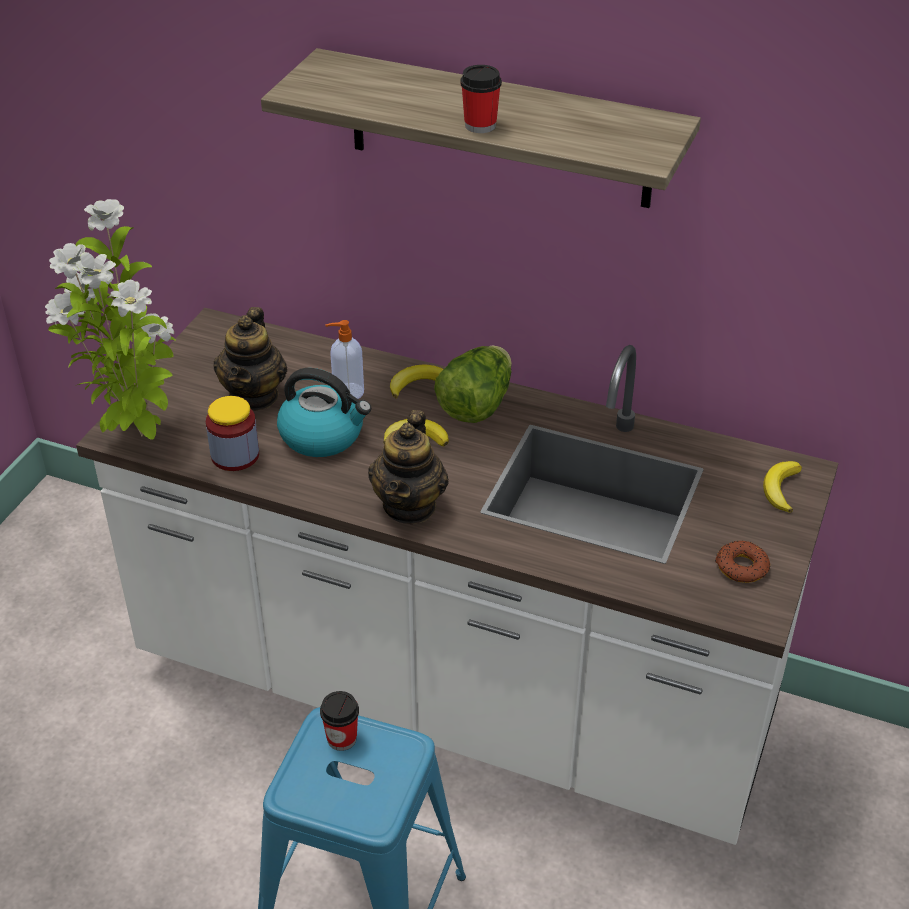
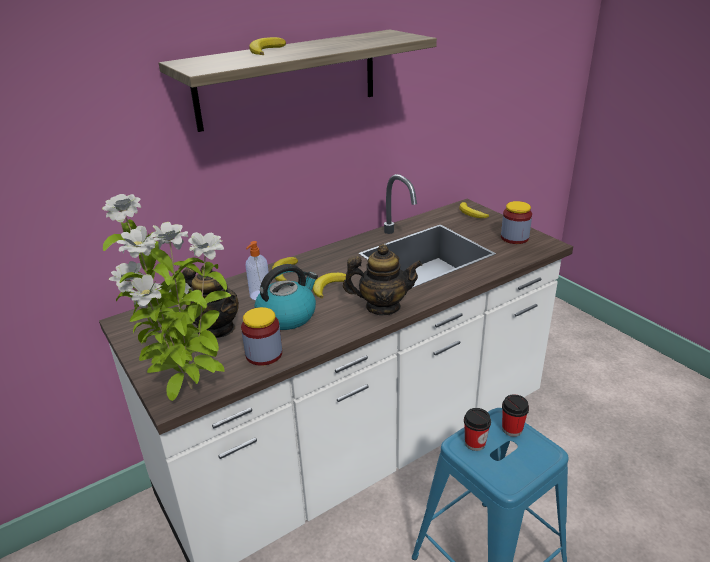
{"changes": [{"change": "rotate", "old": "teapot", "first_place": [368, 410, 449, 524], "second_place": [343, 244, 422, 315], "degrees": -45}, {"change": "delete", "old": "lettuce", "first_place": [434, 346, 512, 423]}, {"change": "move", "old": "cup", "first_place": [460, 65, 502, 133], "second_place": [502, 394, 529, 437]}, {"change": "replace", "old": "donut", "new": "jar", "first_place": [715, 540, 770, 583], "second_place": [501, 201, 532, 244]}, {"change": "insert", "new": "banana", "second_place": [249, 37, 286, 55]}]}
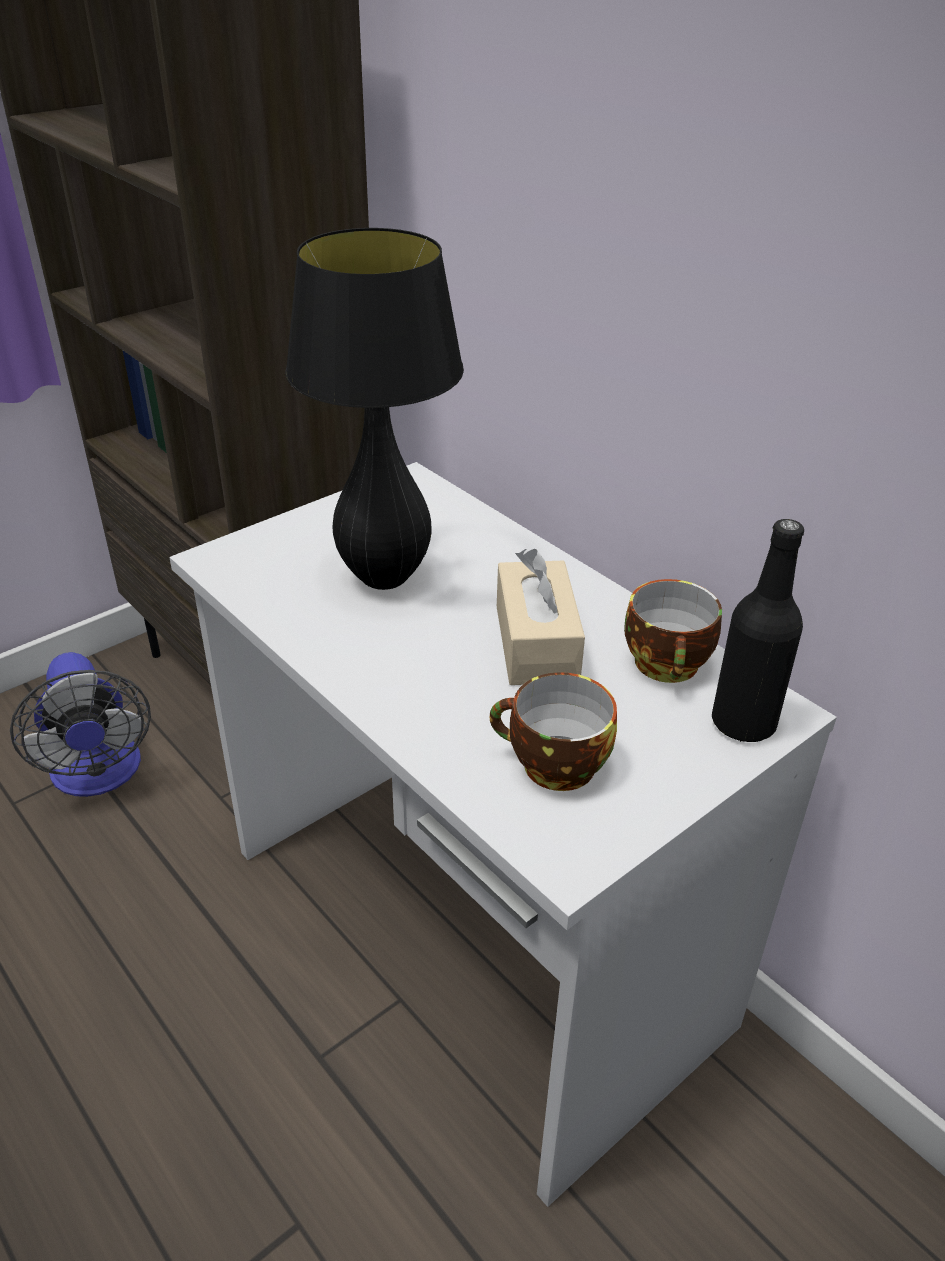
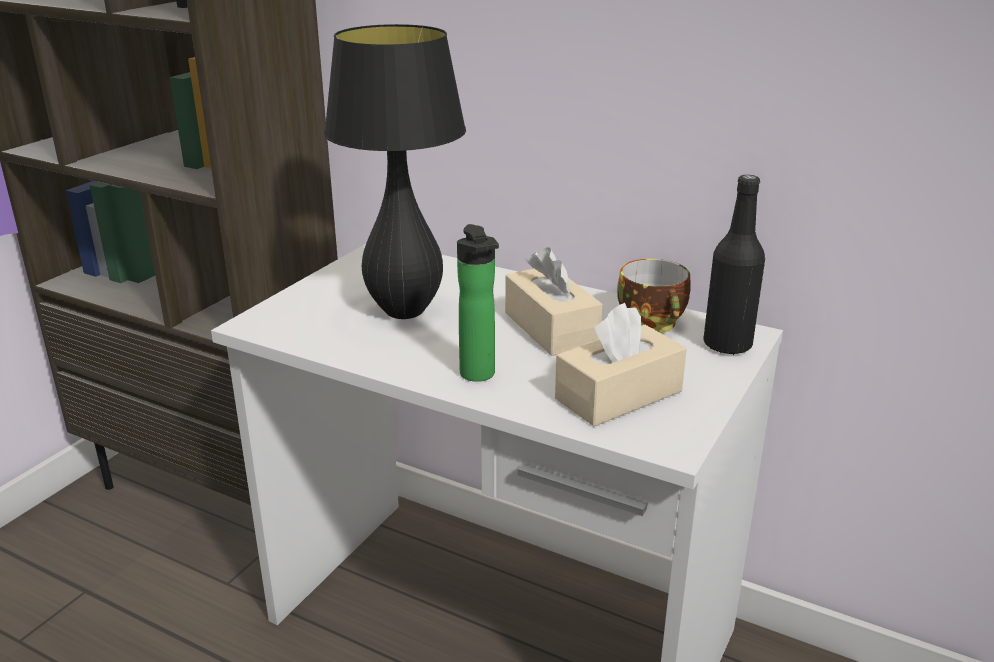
{"changes": [{"change": "delete", "old": "fan", "first_place": [10, 652, 151, 797]}, {"change": "replace", "old": "cup", "new": "tissue box (beige)", "first_place": [490, 672, 617, 791], "second_place": [555, 303, 687, 426]}, {"change": "insert", "new": "bottle", "second_place": [457, 224, 499, 382]}]}
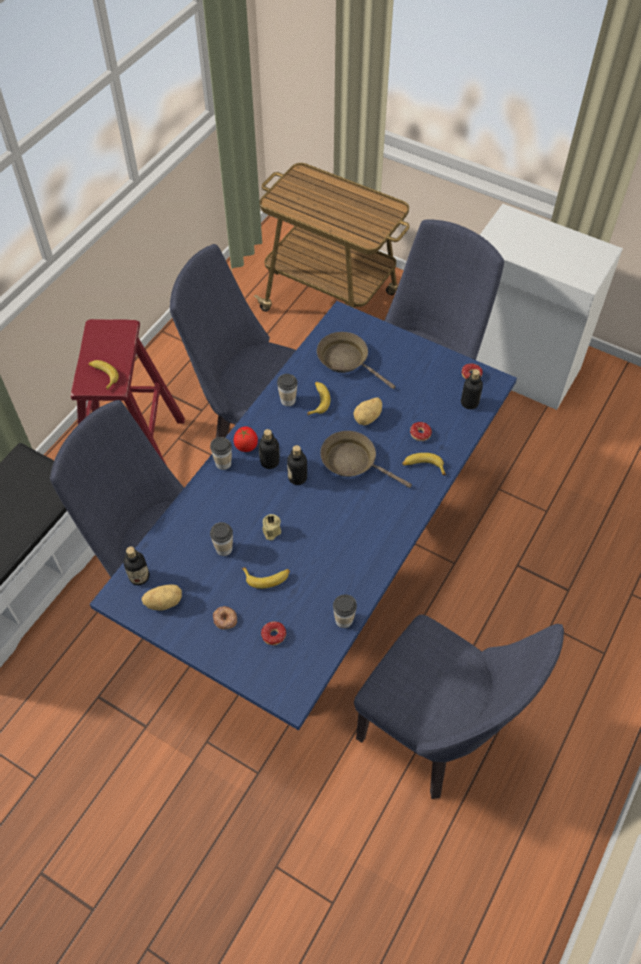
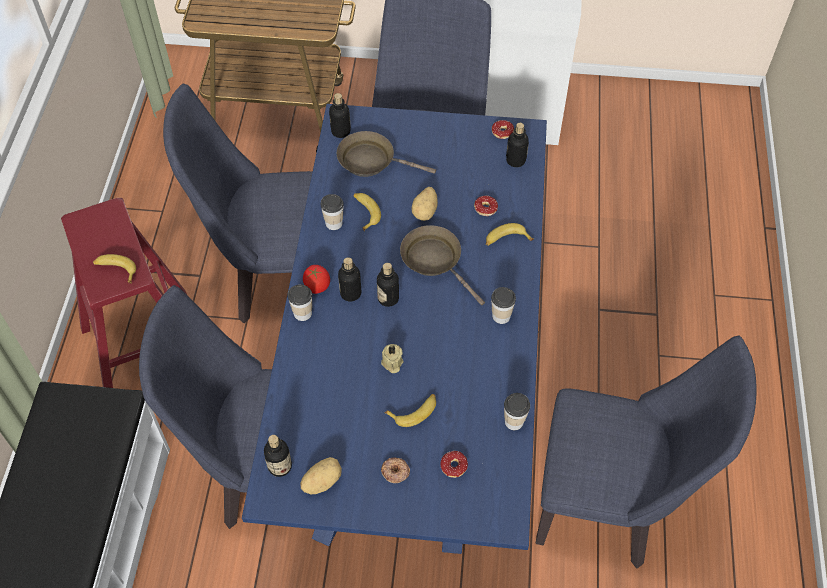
{"changes": [{"change": "move", "old": "cup", "first_place": [210, 522, 233, 556], "second_place": [491, 287, 516, 324]}, {"change": "rotate", "old": "frying pan (brown)", "first_place": [320, 431, 412, 488], "second_place": [400, 225, 485, 305], "degrees": 45}, {"change": "insert", "new": "bottle", "second_place": [329, 93, 351, 138]}]}
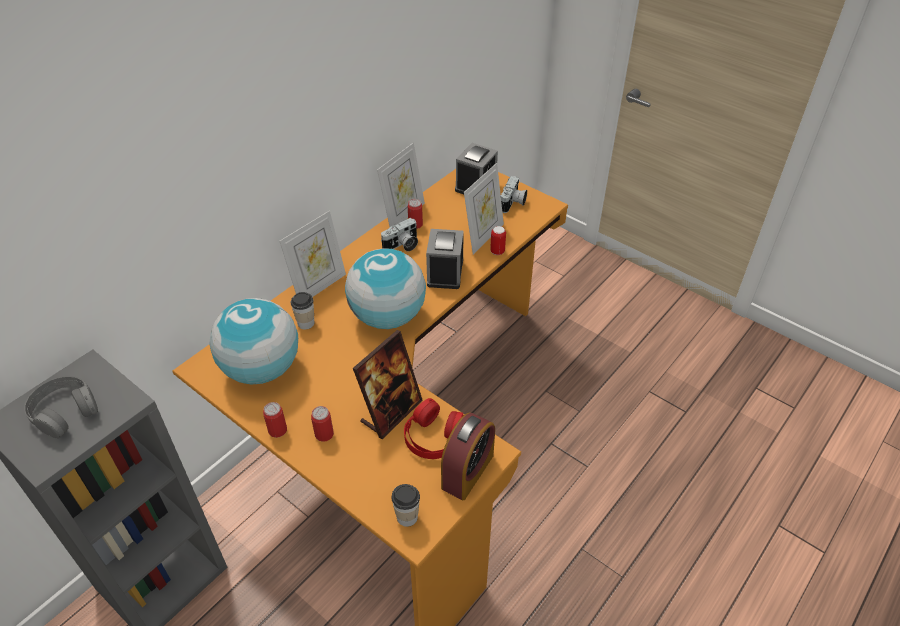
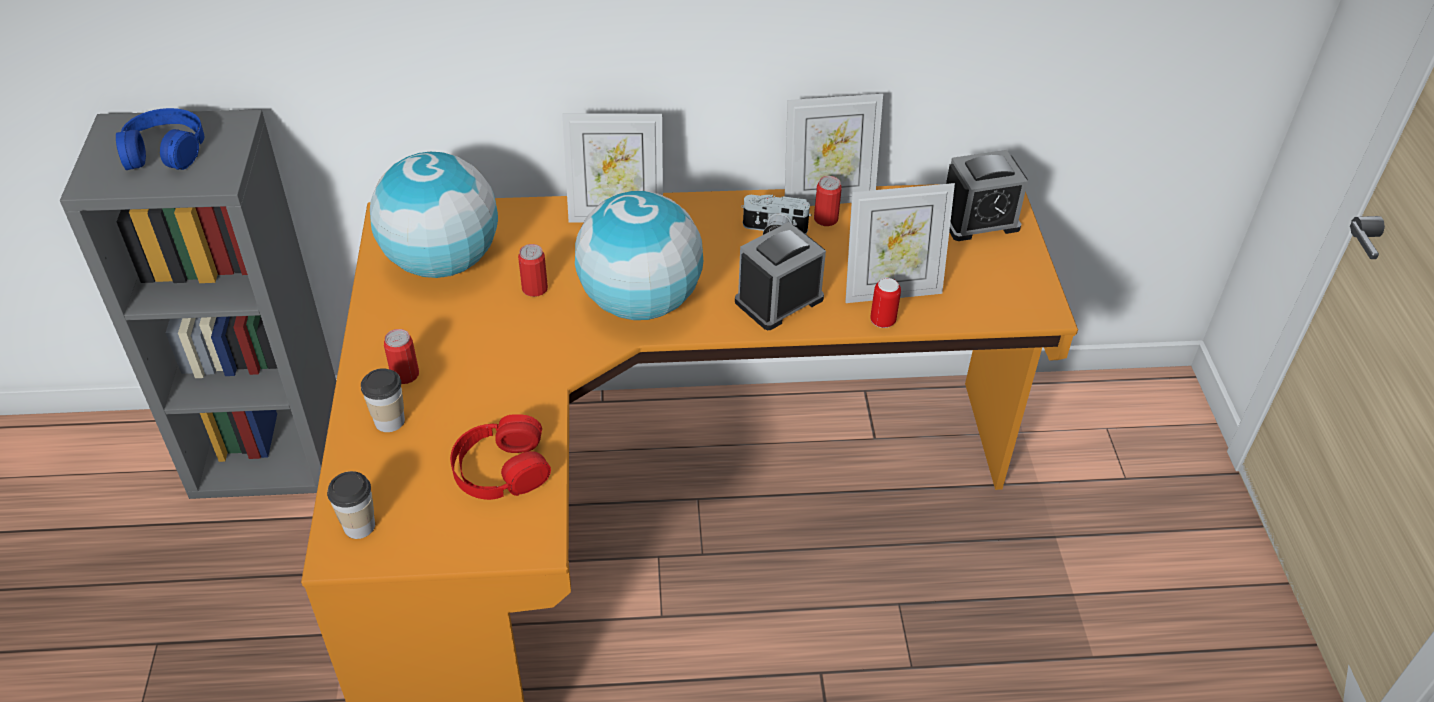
{"changes": [{"change": "recolor", "old": "headphones (grey)", "new": "headphones (blue)", "first_place": [24, 376, 98, 439], "second_place": [116, 108, 204, 170]}, {"change": "move", "old": "can", "first_place": [263, 402, 287, 438], "second_place": [518, 244, 548, 297]}, {"change": "move", "old": "cup", "first_place": [291, 292, 315, 329], "second_place": [361, 368, 405, 432]}, {"change": "delete", "old": "picture frame", "first_place": [353, 330, 423, 439]}, {"change": "delete", "old": "alarm clock", "first_place": [441, 412, 495, 500]}, {"change": "delete", "old": "photo camera", "first_place": [501, 176, 527, 213]}]}
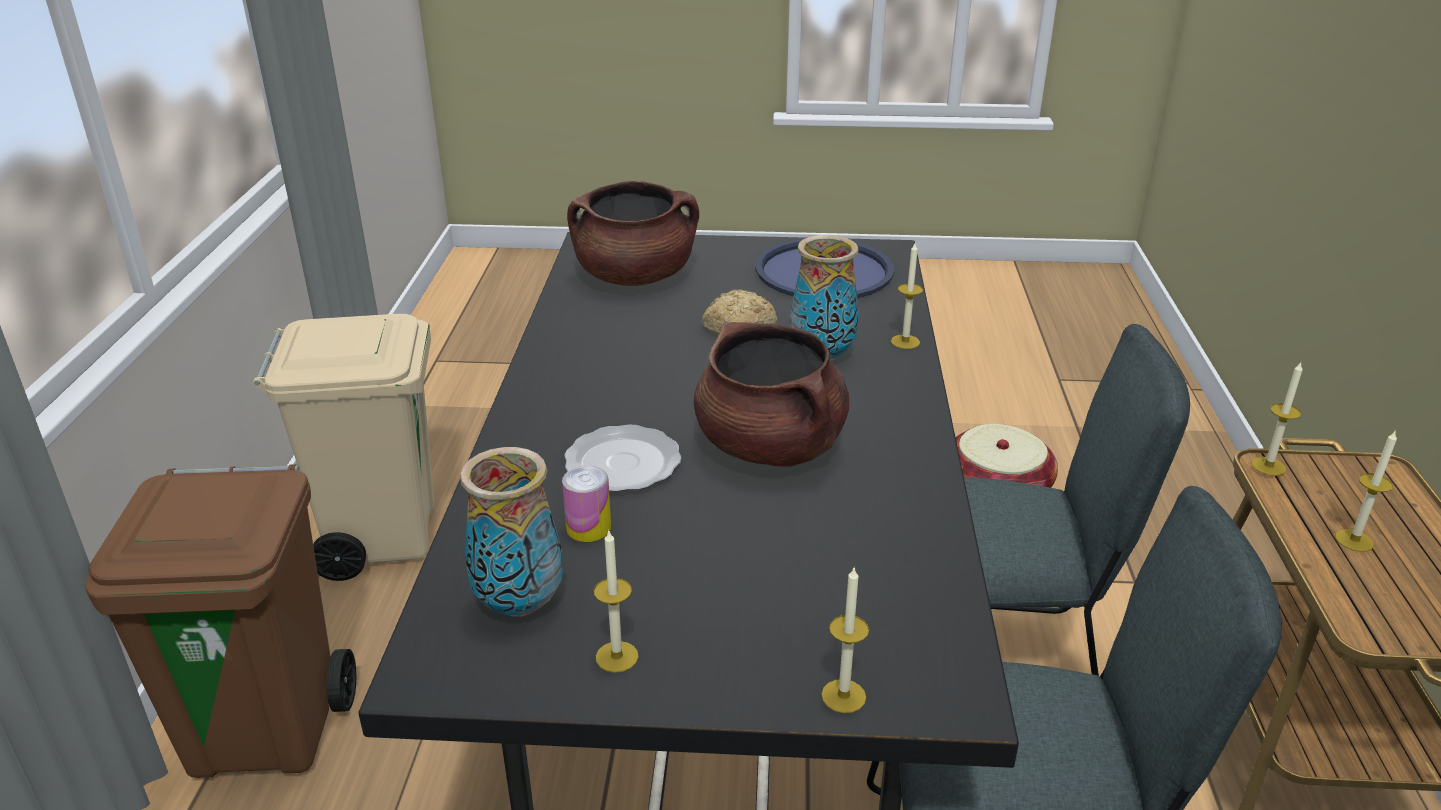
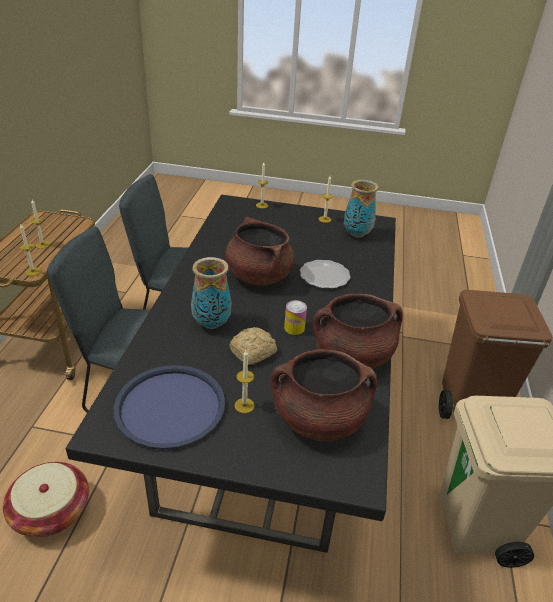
{"changes": [{"change": "move", "old": "can", "first_place": [562, 466, 611, 542], "second_place": [284, 300, 307, 335]}, {"change": "move", "old": "candle", "first_place": [891, 243, 923, 349], "second_place": [235, 350, 255, 413]}, {"change": "insert", "new": "cooking pot (brown)", "second_place": [313, 294, 403, 369]}]}
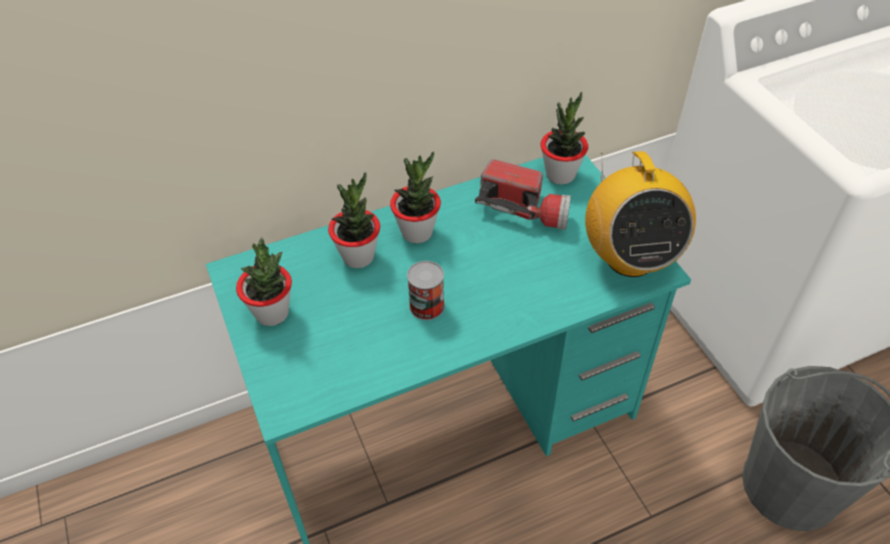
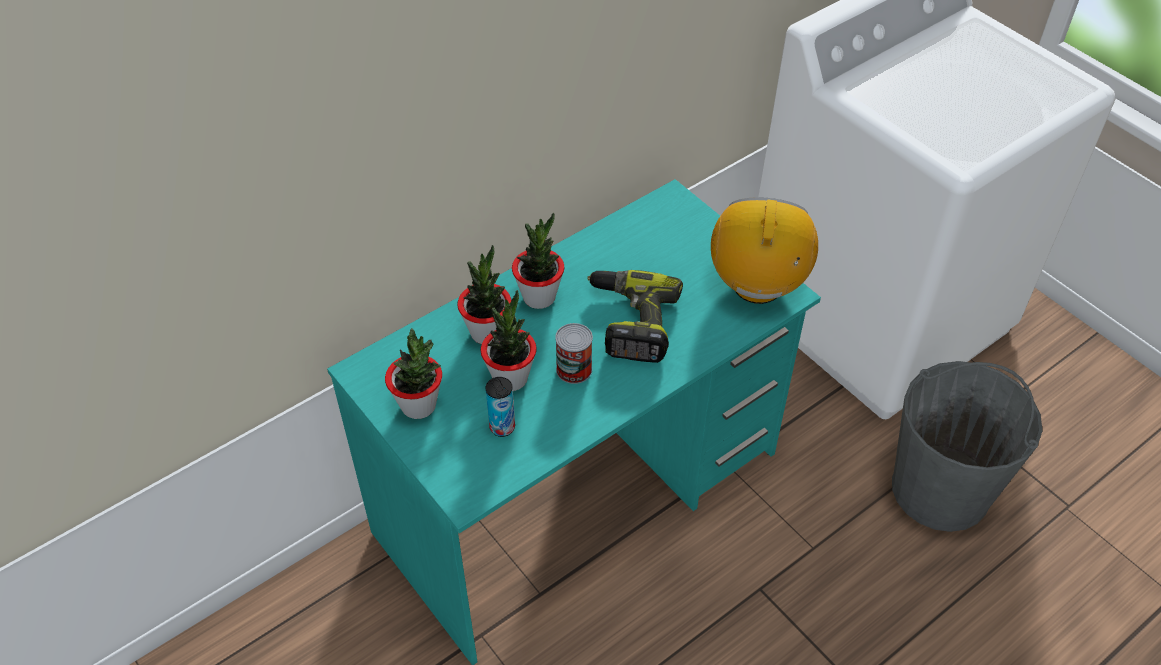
{"changes": [{"change": "delete", "old": "flashlight", "first_place": [475, 159, 571, 230]}, {"change": "move", "old": "potted plant", "first_place": [541, 92, 588, 185], "second_place": [481, 290, 537, 391]}, {"change": "rotate", "old": "radio", "first_place": [585, 151, 696, 277], "second_place": [711, 197, 818, 304], "degrees": -150}, {"change": "insert", "new": "can", "second_place": [486, 377, 515, 437]}, {"change": "insert", "new": "power drill", "second_place": [588, 270, 683, 363]}]}
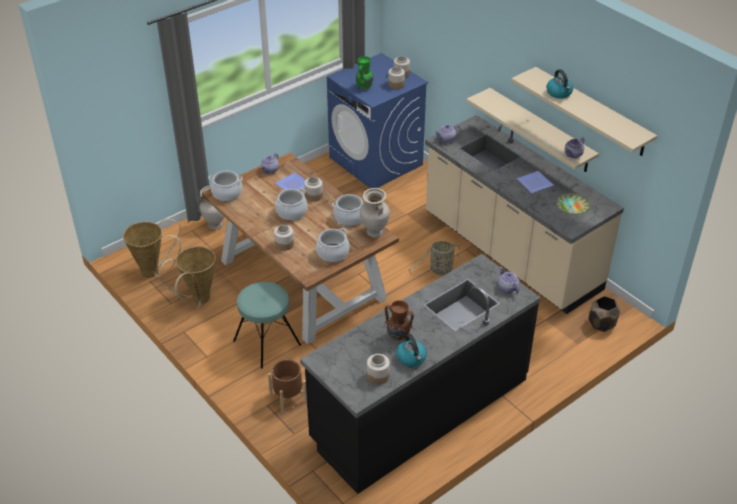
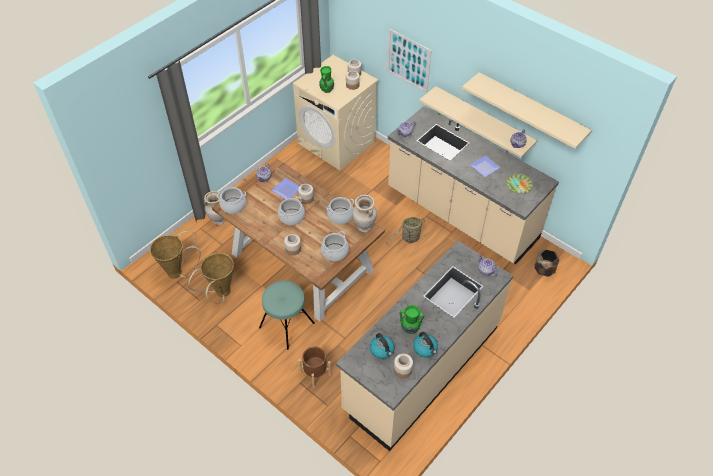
{"changes": [{"change": "recolor", "old": "counter (black)", "new": "counter (beige)", "first_place": [300, 254, 541, 494], "second_place": [336, 241, 513, 451]}, {"change": "recolor", "old": "washing machine (blue)", "new": "washing machine (beige)", "first_place": [327, 53, 428, 188], "second_place": [293, 55, 378, 171]}, {"change": "recolor", "old": "vase (brown)", "new": "vase (green)", "first_place": [385, 300, 414, 341], "second_place": [399, 305, 425, 334]}, {"change": "move", "old": "kettle", "first_place": [546, 69, 573, 99], "second_place": [370, 333, 395, 359]}, {"change": "insert", "new": "picture", "second_place": [387, 29, 432, 93]}]}
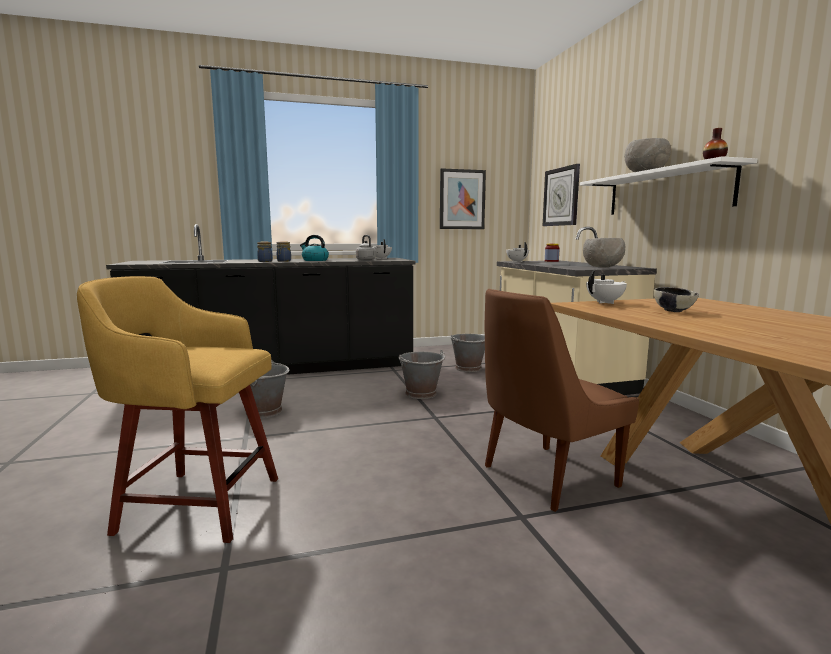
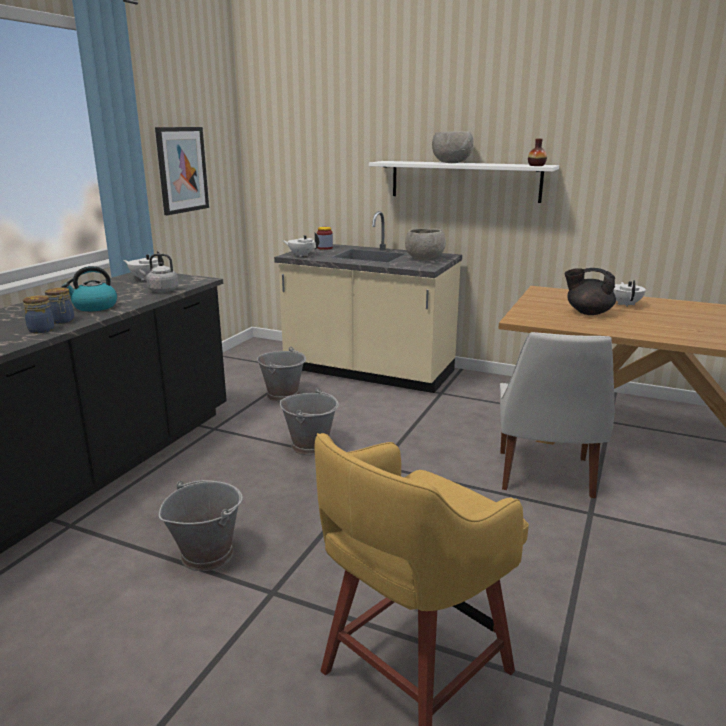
{"changes": [{"change": "recolor", "old": "chair (brown)", "new": "chair (white)", "first_place": [485, 289, 639, 512], "second_place": [500, 332, 615, 498]}, {"change": "delete", "old": "wall clock", "first_place": [543, 164, 580, 226]}, {"change": "move", "old": "teapot (white)", "first_place": [586, 270, 627, 304], "second_place": [613, 280, 646, 307]}, {"change": "replace", "old": "bowl", "new": "teapot (black)", "first_place": [654, 287, 699, 312], "second_place": [565, 268, 616, 315]}]}
